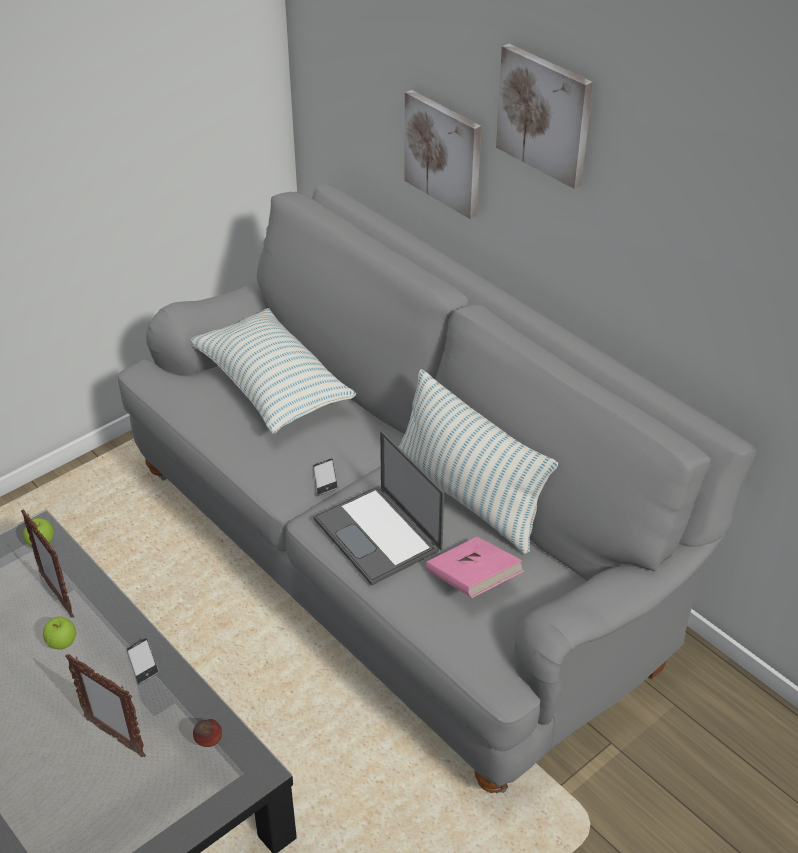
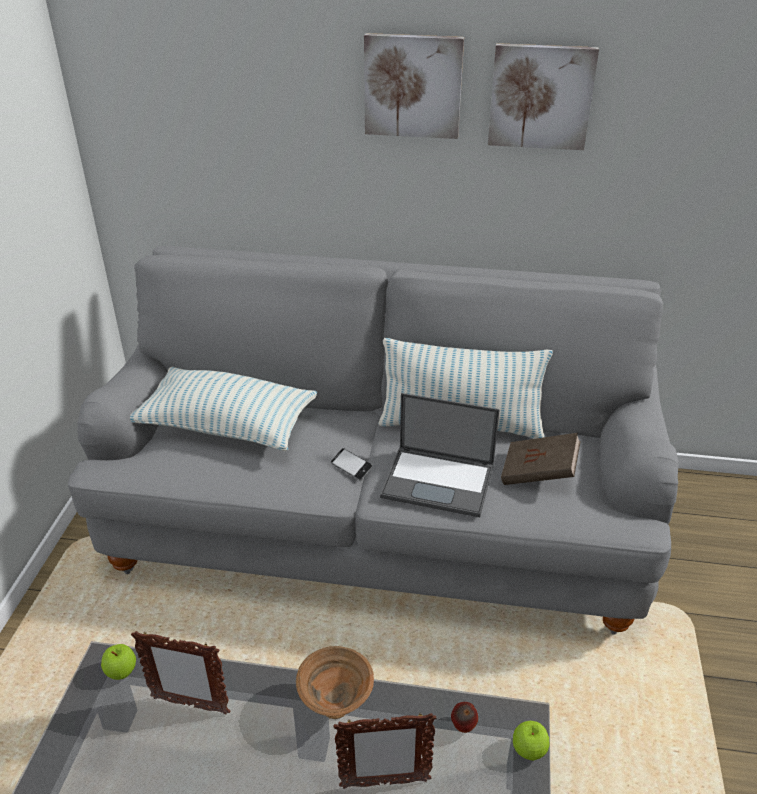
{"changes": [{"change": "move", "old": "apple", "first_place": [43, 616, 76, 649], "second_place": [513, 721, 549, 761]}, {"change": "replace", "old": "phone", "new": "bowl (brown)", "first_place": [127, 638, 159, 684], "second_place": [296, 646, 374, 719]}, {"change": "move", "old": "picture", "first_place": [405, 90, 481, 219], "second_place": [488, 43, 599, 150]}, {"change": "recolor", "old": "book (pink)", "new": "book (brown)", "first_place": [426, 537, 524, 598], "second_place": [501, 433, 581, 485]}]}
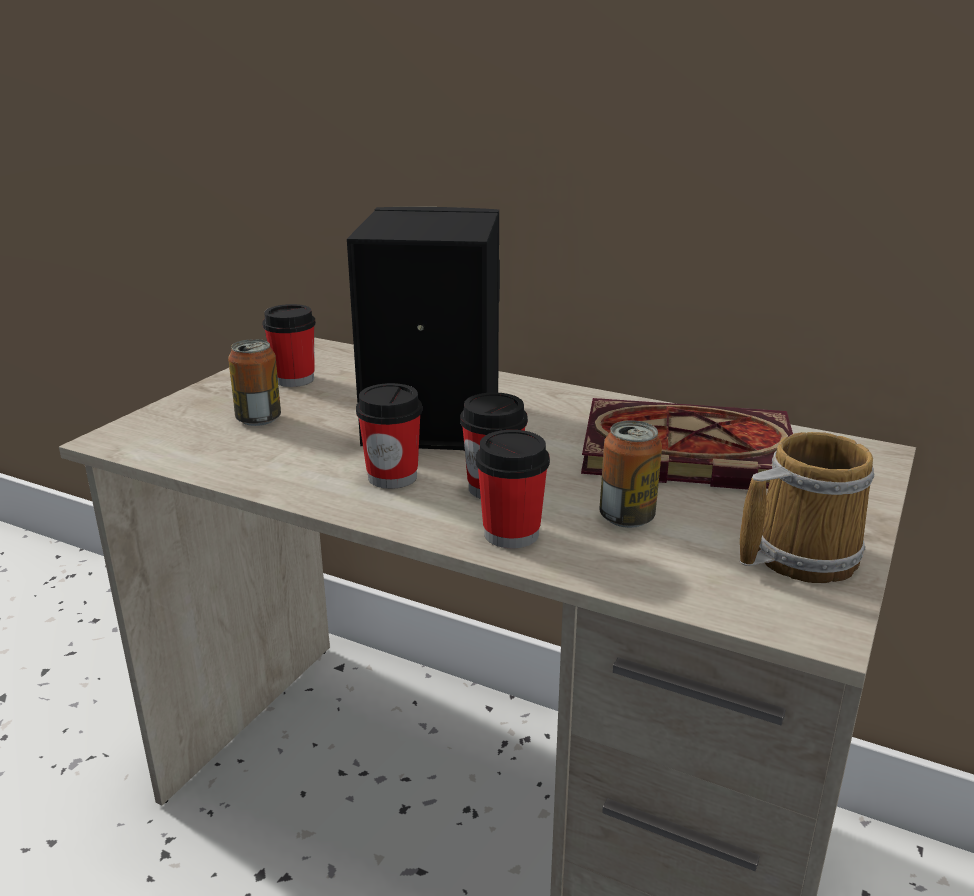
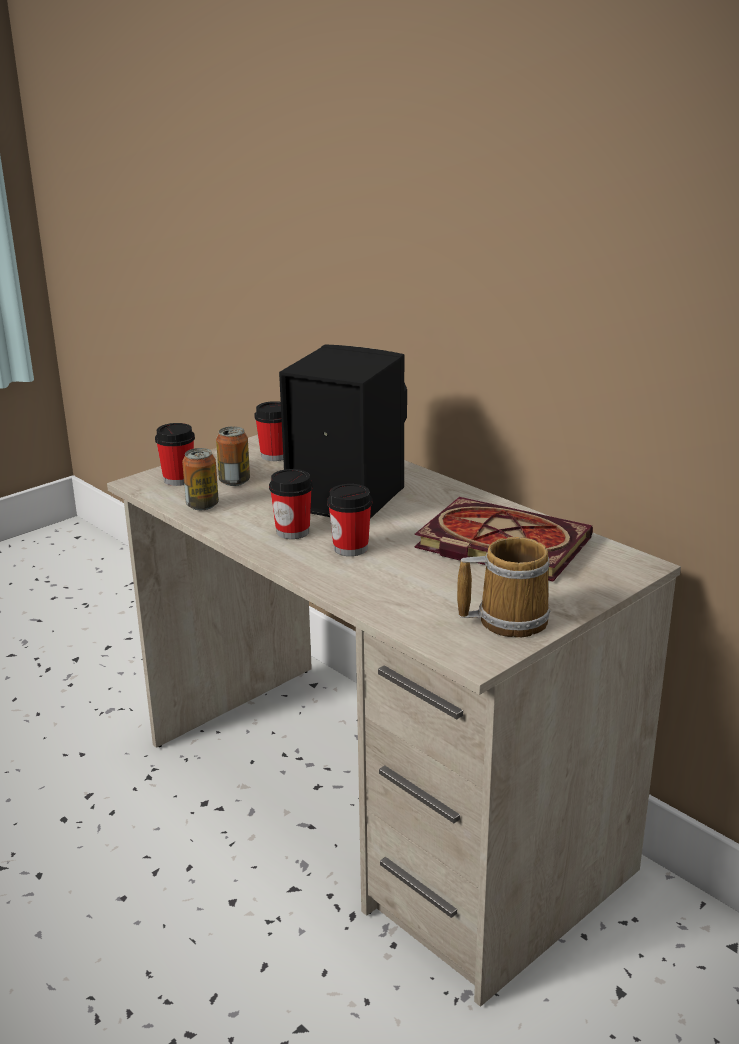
{"changes": [{"change": "move", "old": "cup", "first_place": [476, 430, 550, 548], "second_place": [155, 423, 195, 486]}, {"change": "move", "old": "can", "first_place": [599, 420, 662, 528], "second_place": [182, 448, 219, 510]}]}
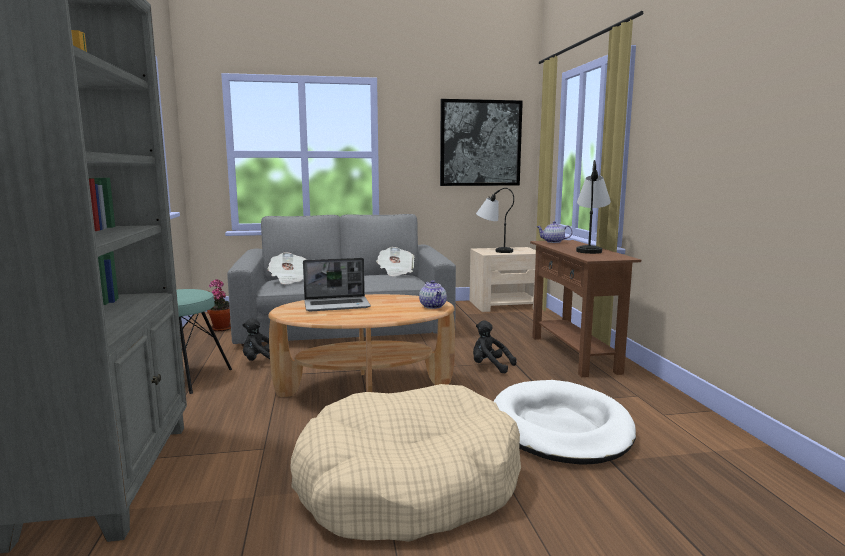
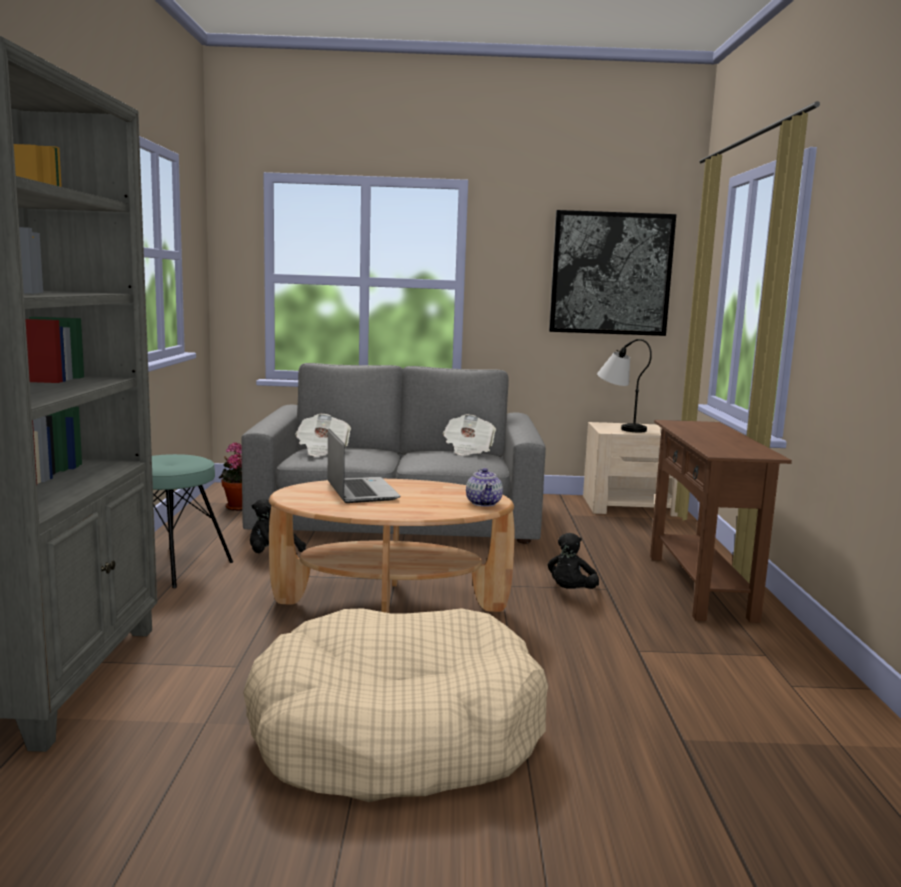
{"changes": [{"change": "rotate", "old": "laptop", "first_place": [303, 258, 371, 311], "second_place": [328, 428, 400, 503], "degrees": -105}, {"change": "rotate", "old": "plush toy (black)", "first_place": [473, 320, 517, 373], "second_place": [548, 533, 599, 589], "degrees": -105}, {"change": "delete", "old": "dog bed (white)", "first_place": [494, 380, 636, 465]}, {"change": "delete", "old": "teapot", "first_place": [536, 221, 573, 243]}, {"change": "delete", "old": "table lamp", "first_place": [576, 160, 611, 254]}]}
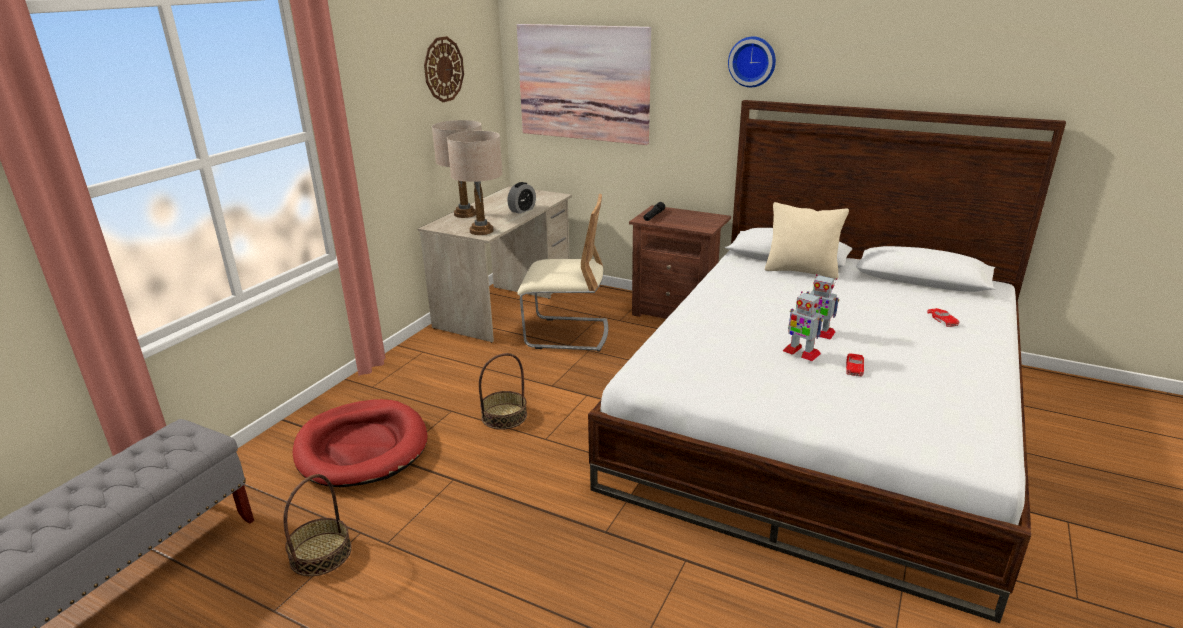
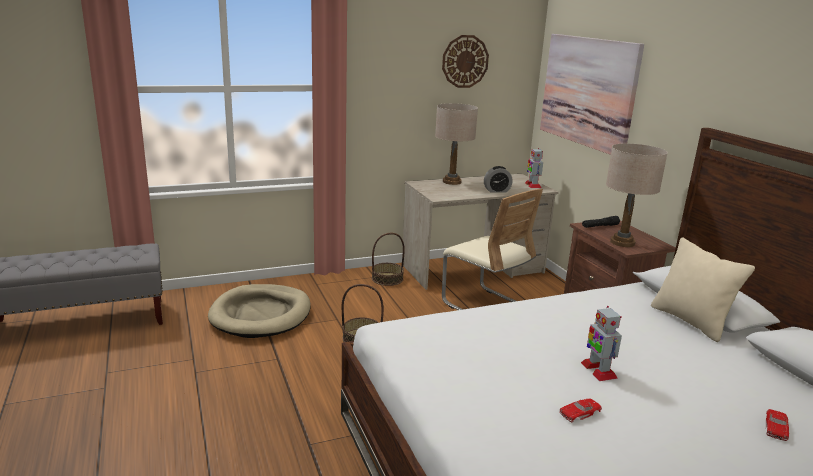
{"changes": [{"change": "move", "old": "basket", "first_place": [283, 474, 352, 576], "second_place": [372, 233, 405, 286]}, {"change": "recolor", "old": "dog bed (red)", "new": "dog bed (beige)", "first_place": [293, 399, 428, 487], "second_place": [208, 284, 310, 338]}, {"change": "move", "old": "table lamp (beige)", "first_place": [447, 131, 503, 235], "second_place": [606, 143, 668, 247]}, {"change": "delete", "old": "wall clock", "first_place": [728, 37, 776, 87]}, {"change": "move", "old": "toy robot", "first_place": [783, 291, 823, 361], "second_place": [525, 148, 543, 188]}]}
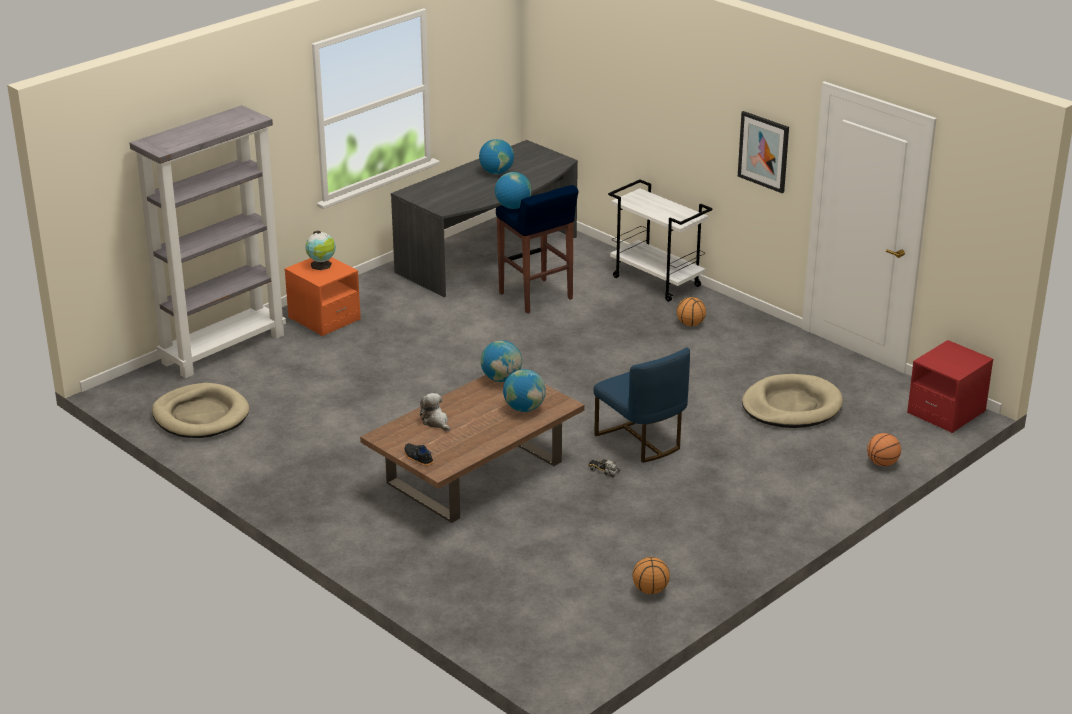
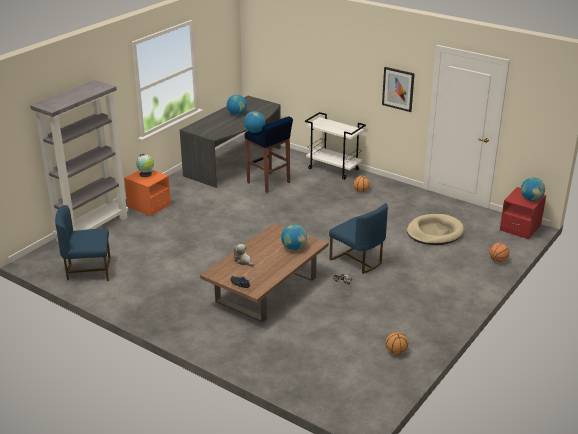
{"changes": [{"change": "replace", "old": "dog bed (beige)", "new": "chair (blue)", "first_place": [152, 383, 249, 438], "second_place": [55, 205, 111, 281]}, {"change": "move", "old": "globe", "first_place": [481, 340, 522, 382], "second_place": [521, 178, 545, 201]}]}
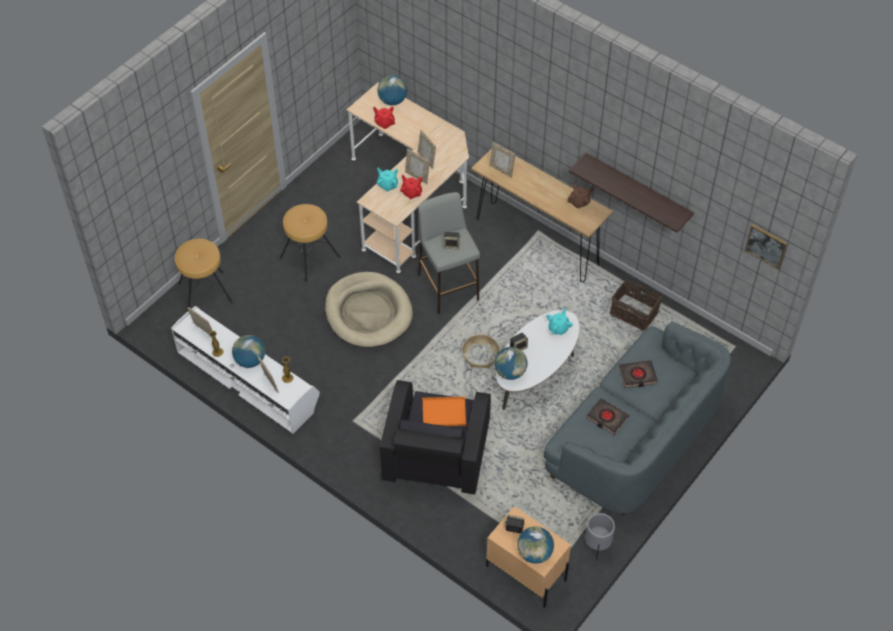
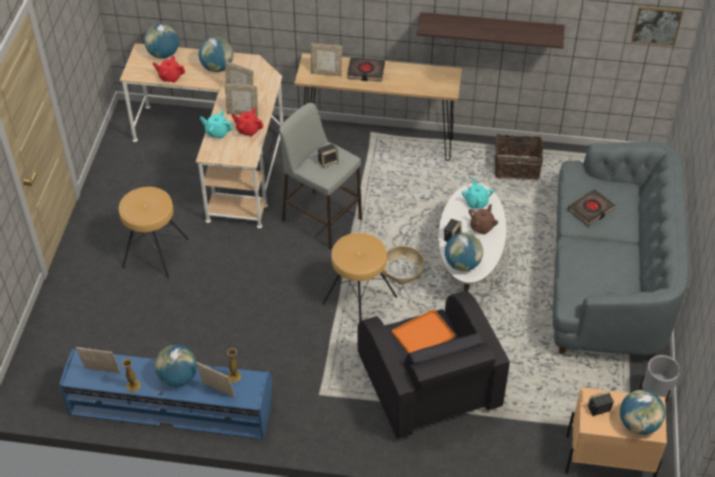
{"changes": [{"change": "recolor", "old": "tv stand (white)", "new": "tv stand (blue)", "first_place": [171, 306, 320, 434], "second_place": [59, 348, 272, 440]}, {"change": "move", "old": "stool (brown)", "first_place": [175, 239, 233, 308], "second_place": [322, 233, 397, 322]}, {"change": "delete", "old": "dog bed (beige)", "first_place": [325, 272, 413, 347]}, {"change": "move", "old": "teapot (brown)", "first_place": [567, 184, 593, 209], "second_place": [469, 204, 498, 235]}, {"change": "move", "old": "book (black)", "first_place": [586, 398, 629, 435], "second_place": [348, 58, 385, 81]}, {"change": "insert", "new": "globe", "second_place": [199, 37, 233, 72]}]}
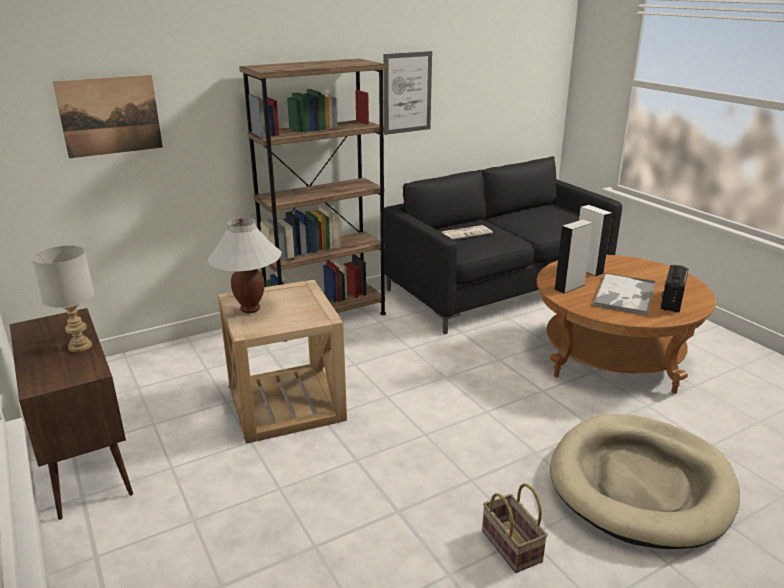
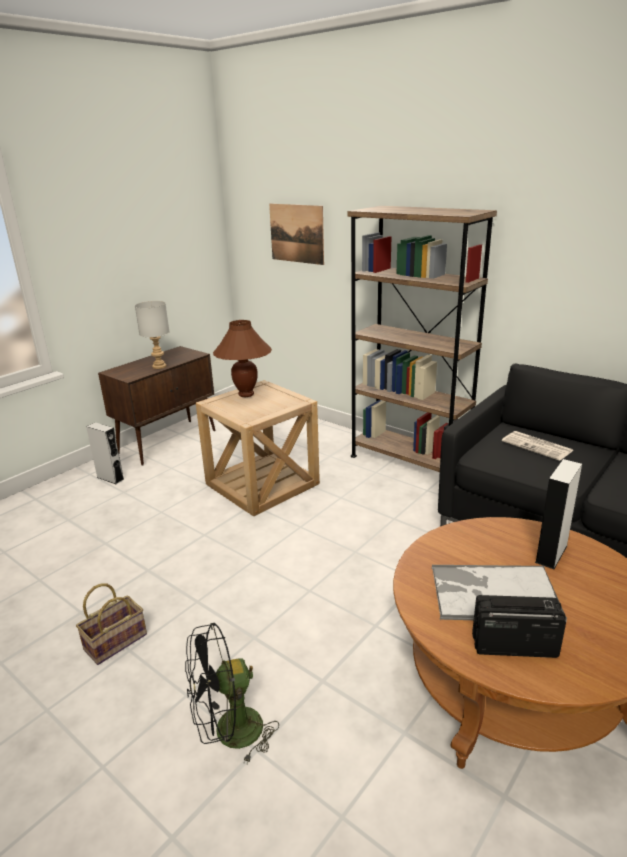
{"changes": [{"change": "recolor", "old": "table lamp (white)", "new": "table lamp (brown)", "first_place": [207, 217, 282, 313], "second_place": [213, 320, 272, 397]}, {"change": "delete", "old": "picture", "first_place": [384, 51, 432, 135]}, {"change": "replace", "old": "dog bed (beige)", "new": "fan (black)", "first_place": [550, 414, 740, 549], "second_place": [185, 623, 279, 764]}, {"change": "move", "old": "speaker (grey)", "first_place": [554, 219, 593, 294], "second_place": [86, 423, 124, 484]}]}
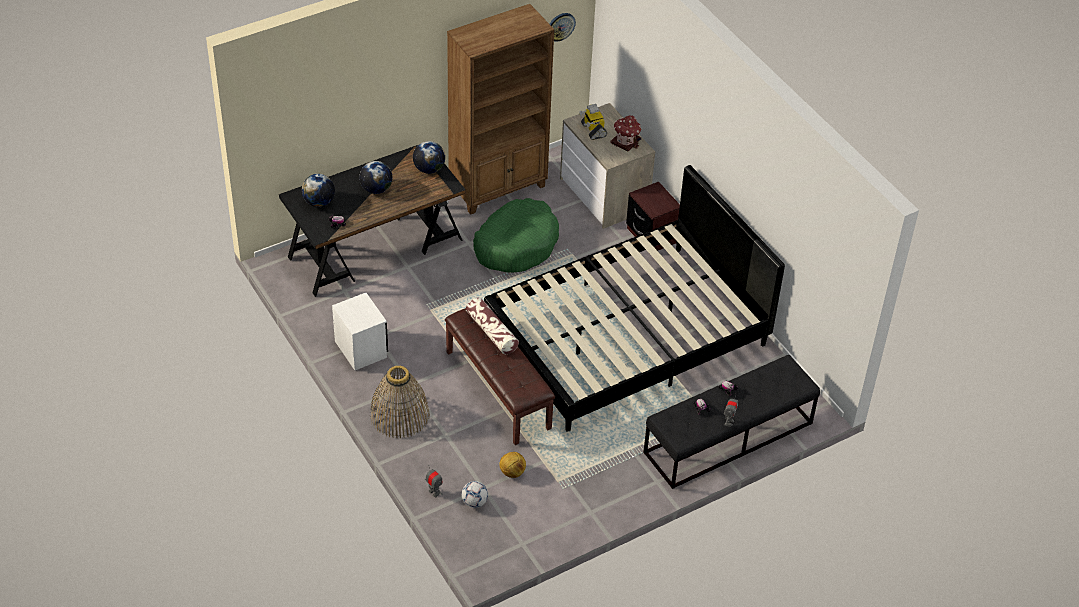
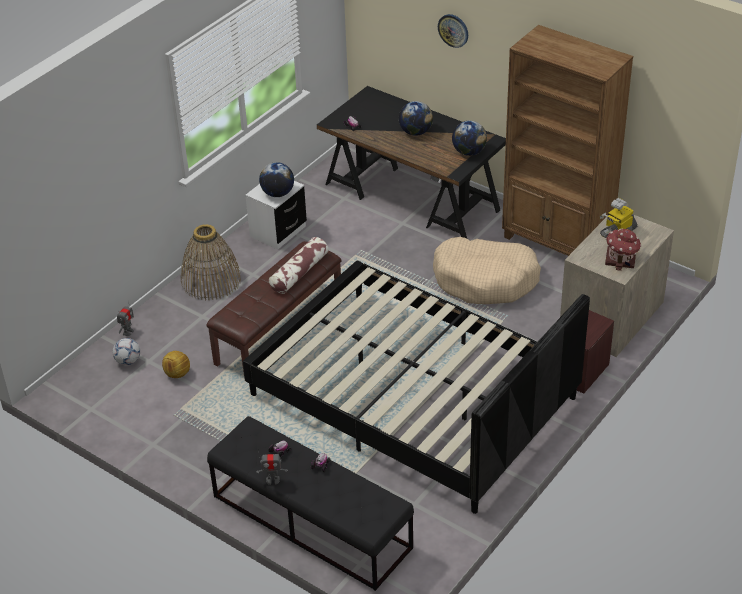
{"changes": [{"change": "move", "old": "globe", "first_place": [301, 174, 335, 207], "second_place": [259, 162, 294, 197]}, {"change": "recolor", "old": "dog bed (green)", "new": "dog bed (beige)", "first_place": [473, 198, 559, 273], "second_place": [433, 237, 541, 304]}, {"change": "move", "old": "wall clock", "first_place": [550, 13, 576, 42], "second_place": [438, 14, 468, 48]}]}
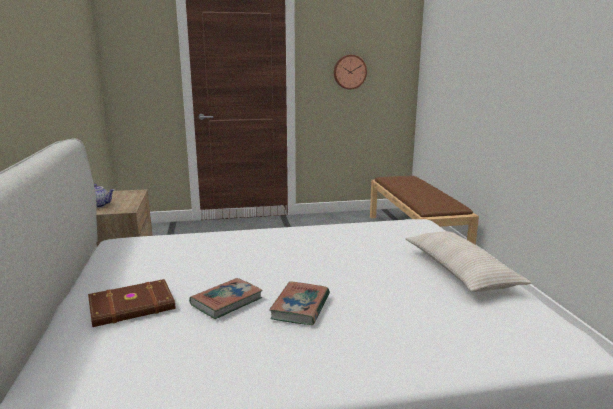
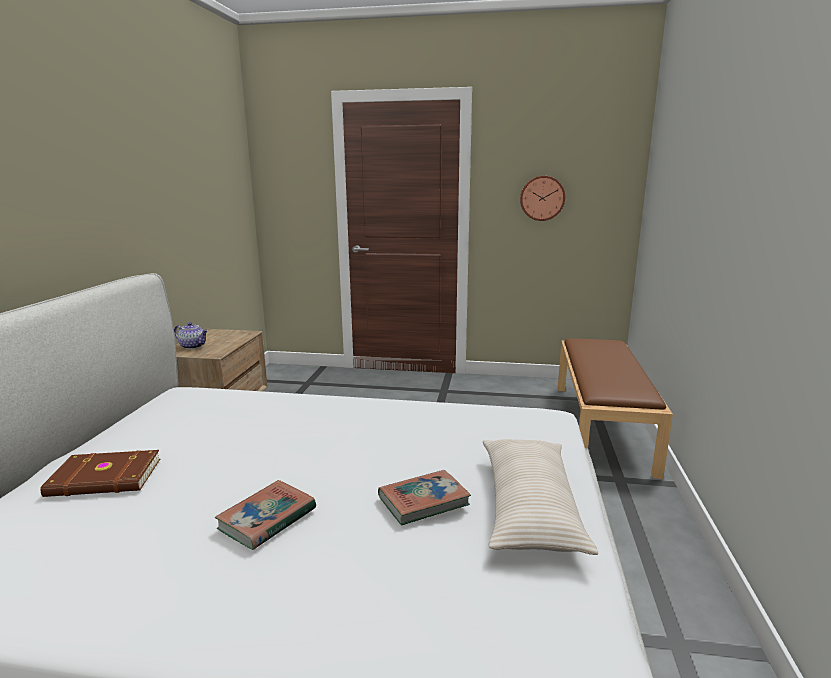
{"changes": [{"change": "move", "old": "book", "first_place": [189, 278, 263, 319], "second_place": [378, 470, 471, 525]}]}
